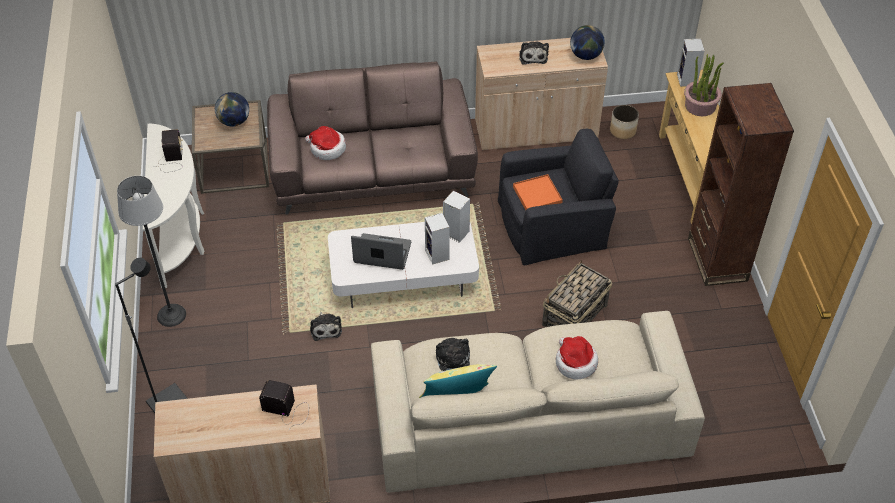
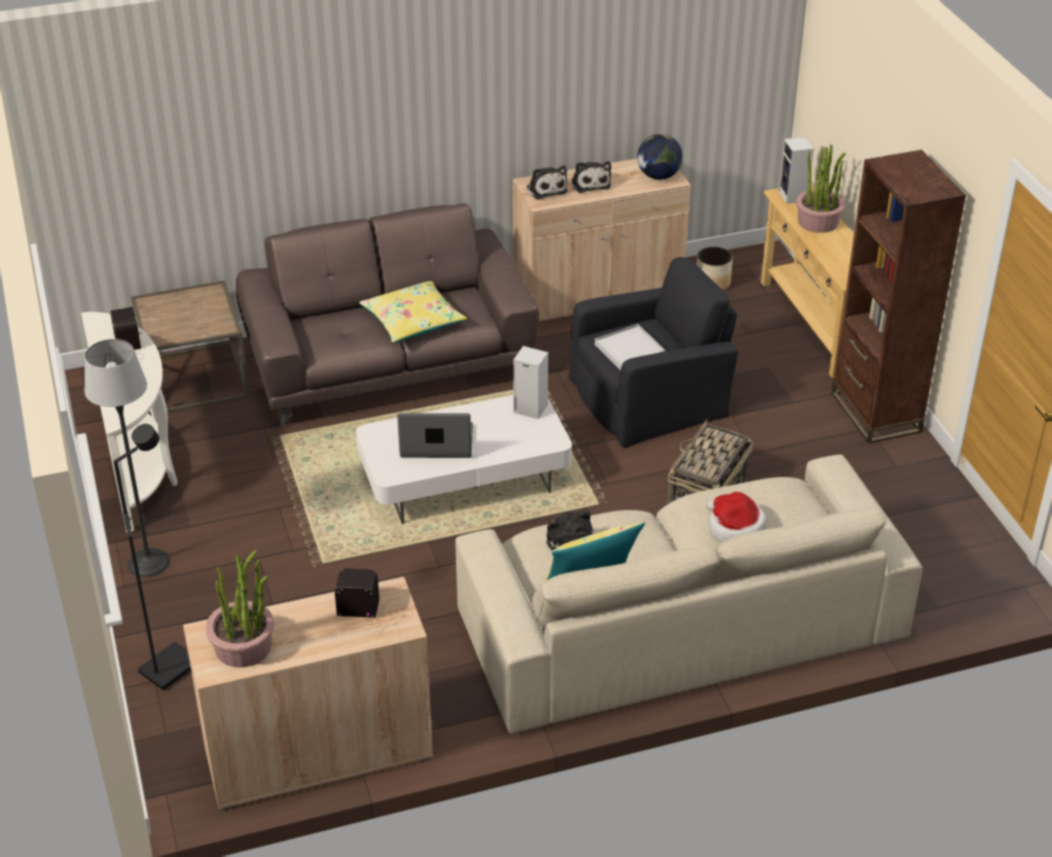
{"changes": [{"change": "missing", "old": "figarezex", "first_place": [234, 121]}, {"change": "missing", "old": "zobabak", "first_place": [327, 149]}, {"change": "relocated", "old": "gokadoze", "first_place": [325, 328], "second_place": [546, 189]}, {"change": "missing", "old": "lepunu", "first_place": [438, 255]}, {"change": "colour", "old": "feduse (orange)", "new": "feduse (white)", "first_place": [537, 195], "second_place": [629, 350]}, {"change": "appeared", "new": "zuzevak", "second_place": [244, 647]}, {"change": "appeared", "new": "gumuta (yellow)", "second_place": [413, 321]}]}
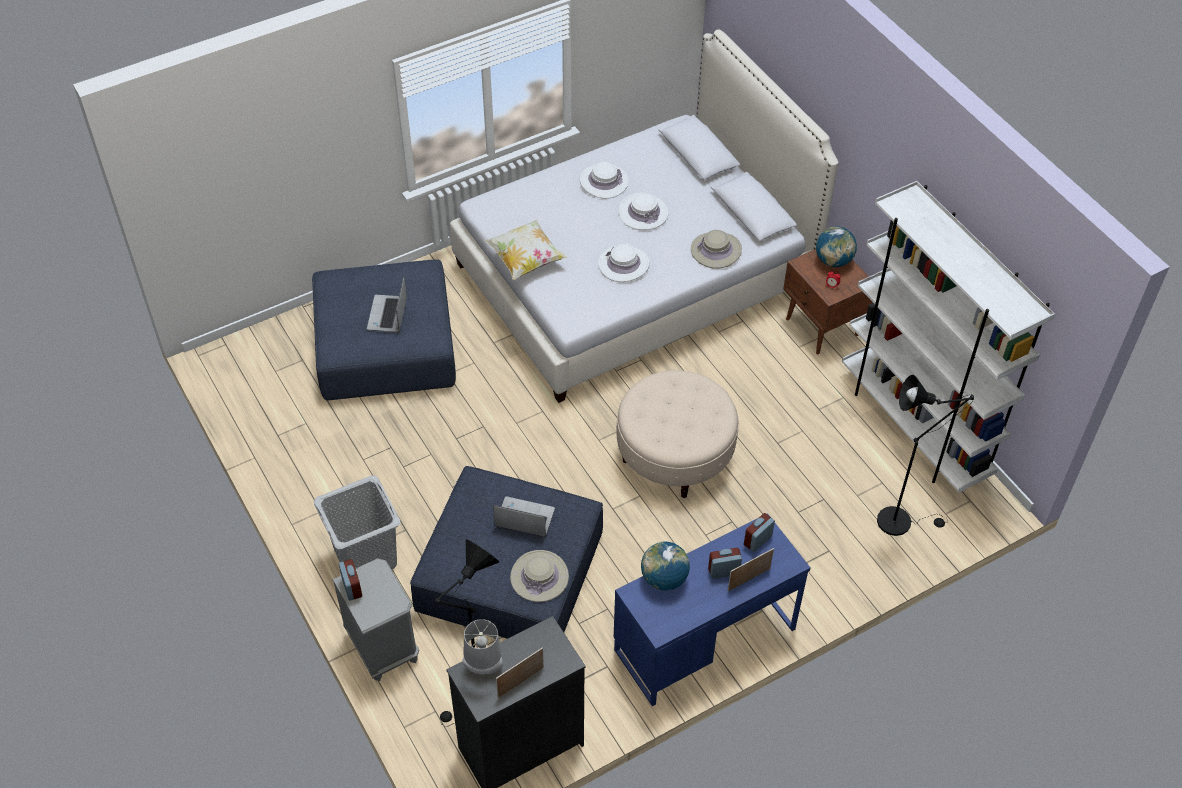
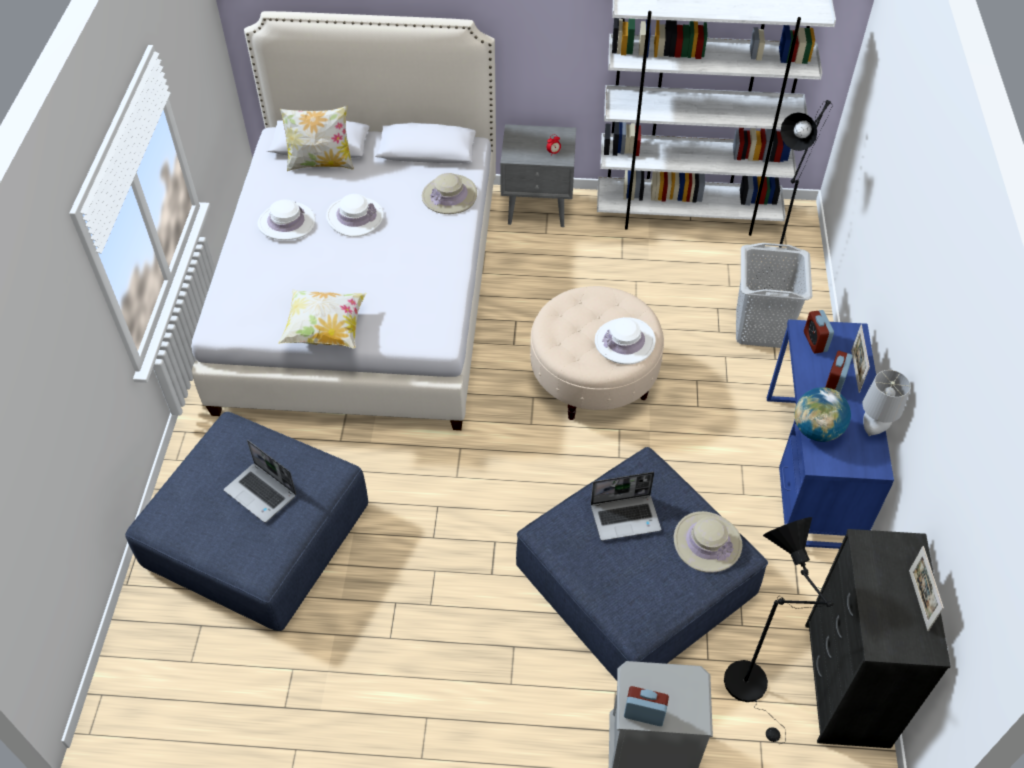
{"changes": [{"change": "relocated", "old": "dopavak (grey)", "first_place": [365, 557], "second_place": [760, 329]}, {"change": "relocated", "old": "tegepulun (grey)", "first_place": [484, 668], "second_place": [873, 427]}, {"change": "spun", "old": "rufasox", "first_place": [524, 518], "second_place": [626, 517], "degrees": -150}, {"change": "relocated", "old": "zobabak (white)", "first_place": [623, 264], "second_place": [624, 341]}, {"change": "colour", "old": "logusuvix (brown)", "new": "logusuvix (grey)", "first_place": [822, 327], "second_place": [538, 208]}, {"change": "missing", "old": "figarezex", "first_place": [833, 261]}, {"change": "appeared", "new": "gumuta", "second_place": [321, 163]}]}
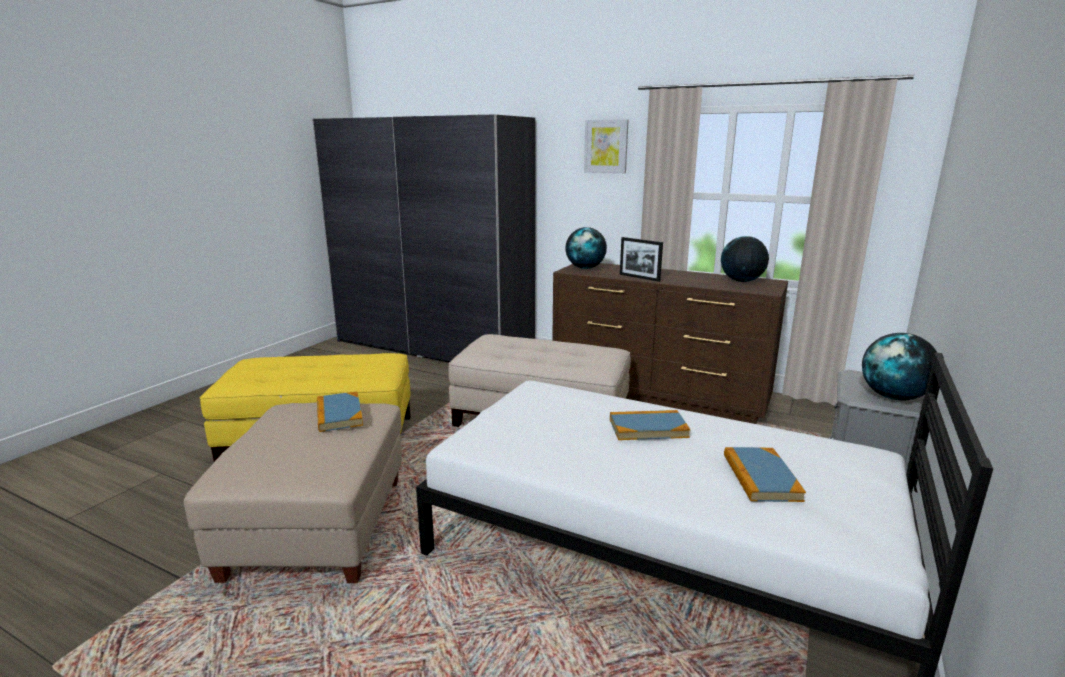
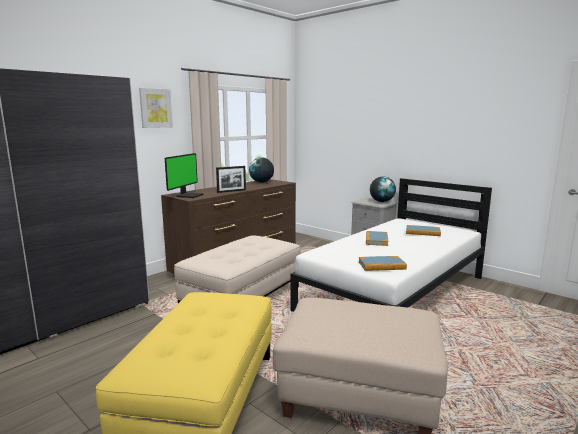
{"changes": [{"change": "relocated", "old": "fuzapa", "first_place": [339, 414], "second_place": [381, 265]}, {"change": "exchanged", "old": "figarezex", "new": "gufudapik", "first_place": [585, 268], "second_place": [189, 195]}]}
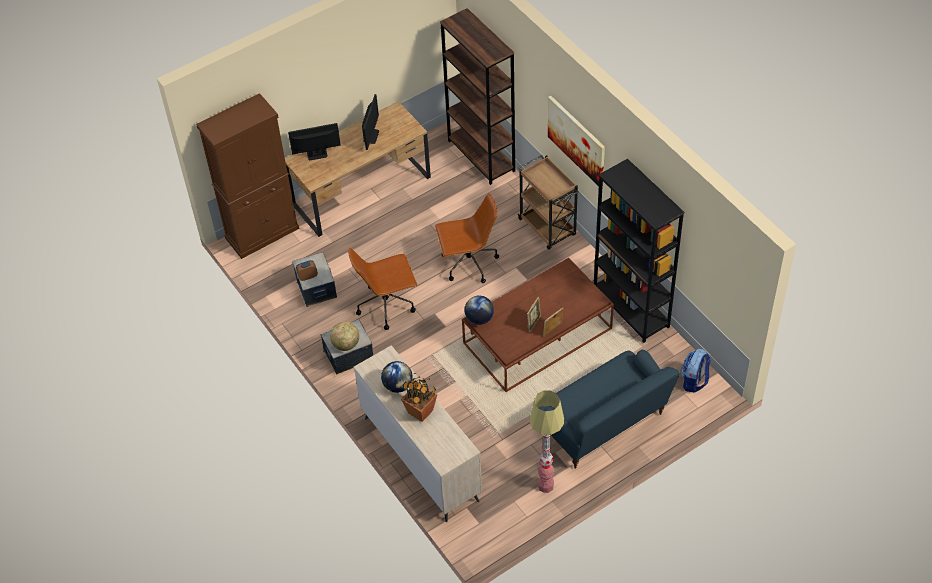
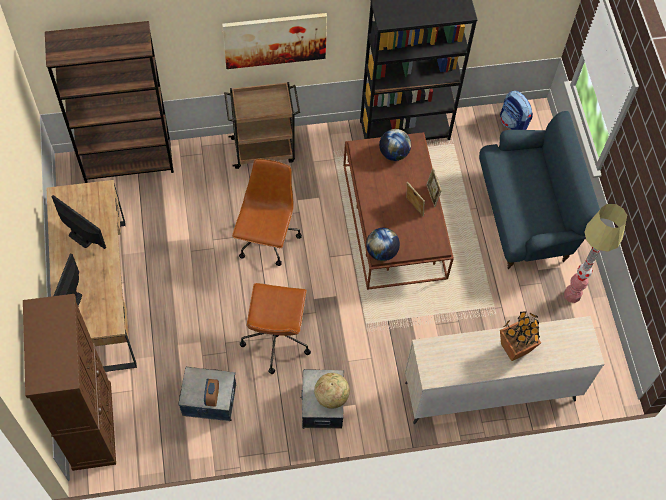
{"changes": [{"change": "relocated", "old": "figarezex", "first_place": [398, 385], "second_place": [393, 153]}]}
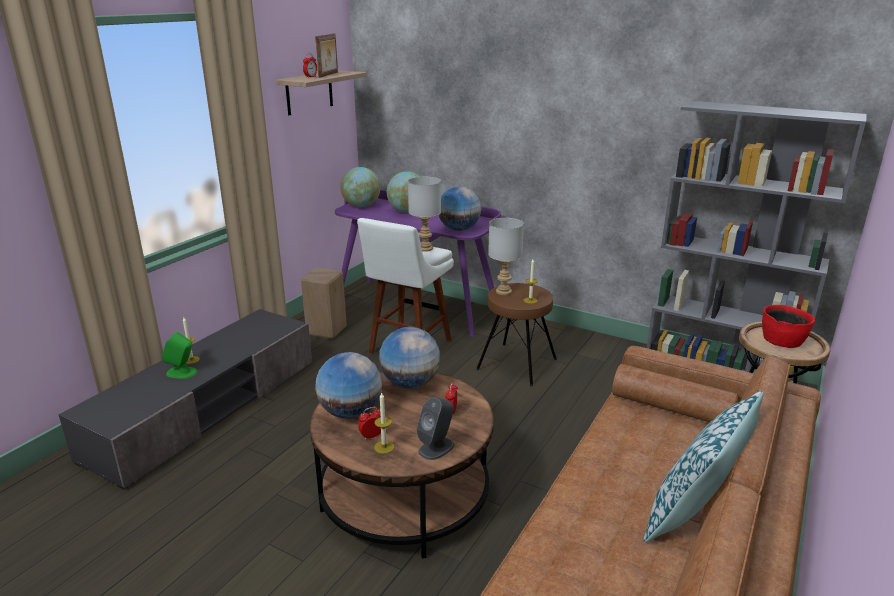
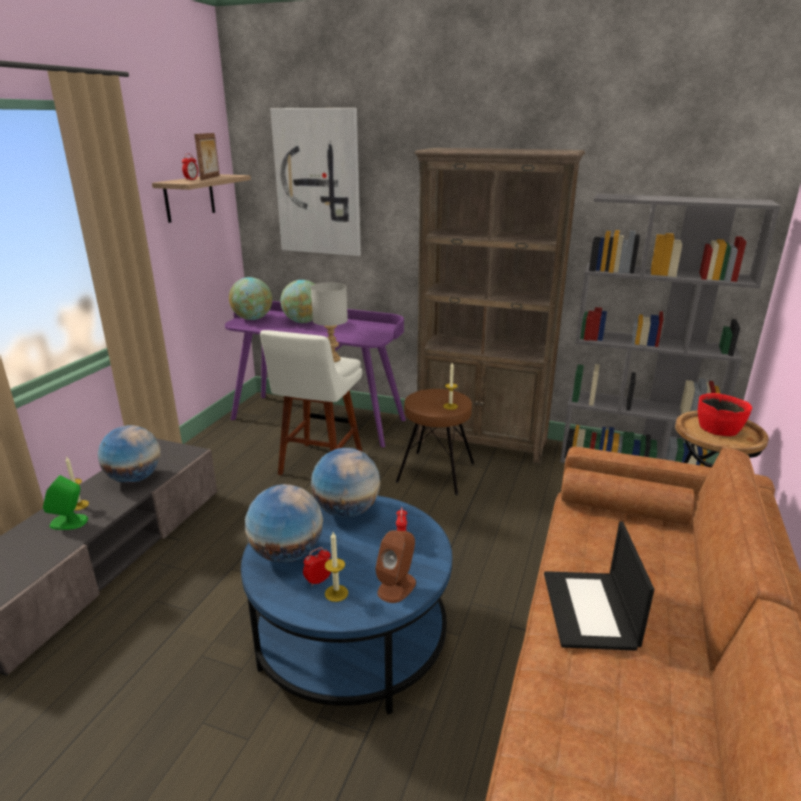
{"changes": [{"change": "missing", "old": "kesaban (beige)", "first_place": [326, 330]}, {"change": "colour", "old": "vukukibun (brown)", "new": "vukukibun (blue)", "first_place": [405, 495], "second_place": [351, 637]}, {"change": "colour", "old": "lepunu (grey)", "new": "lepunu (brown)", "first_place": [436, 448], "second_place": [397, 586]}, {"change": "relocated", "old": "figarezex", "first_place": [458, 229], "second_place": [134, 478]}, {"change": "missing", "old": "tegepulun (grey)", "first_place": [504, 291]}, {"change": "missing", "old": "gumuta", "first_place": [694, 514]}, {"change": "appeared", "new": "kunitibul", "second_place": [318, 183]}, {"change": "appeared", "new": "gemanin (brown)", "second_place": [482, 442]}, {"change": "appeared", "new": "rufasox", "second_place": [590, 610]}]}
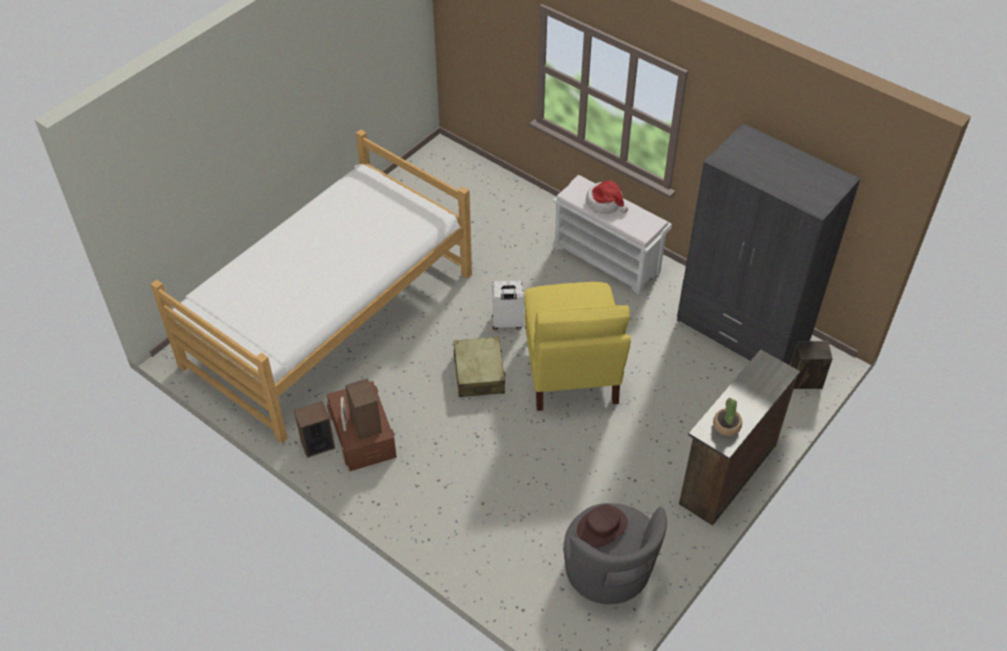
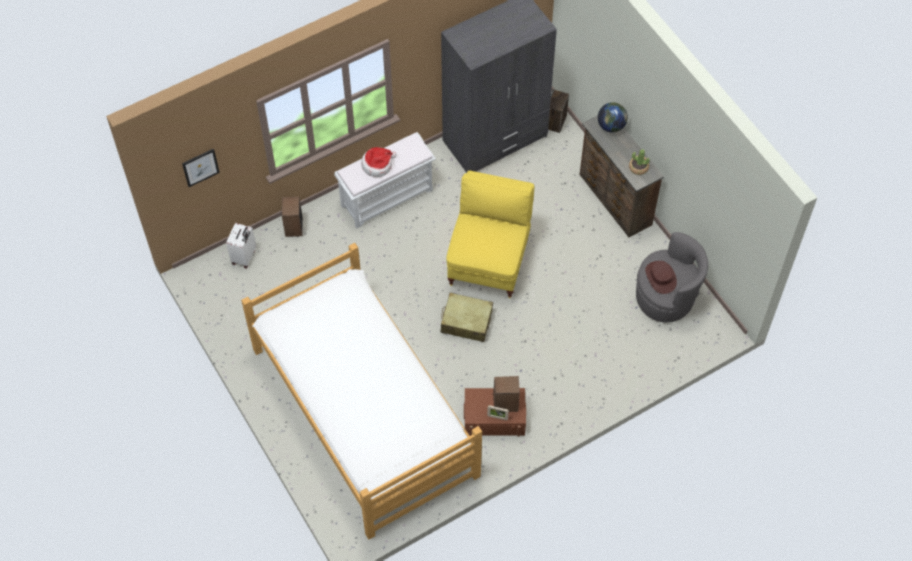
{"changes": [{"change": "relocated", "old": "lepunu", "first_place": [317, 444], "second_place": [293, 227]}, {"change": "relocated", "old": "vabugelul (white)", "first_place": [507, 323], "second_place": [244, 257]}, {"change": "spun", "old": "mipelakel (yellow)", "first_place": [571, 371], "second_place": [489, 260], "degrees": -90}, {"change": "appeared", "new": "kunitibul", "second_place": [200, 167]}, {"change": "appeared", "new": "figarezex", "second_place": [611, 126]}]}
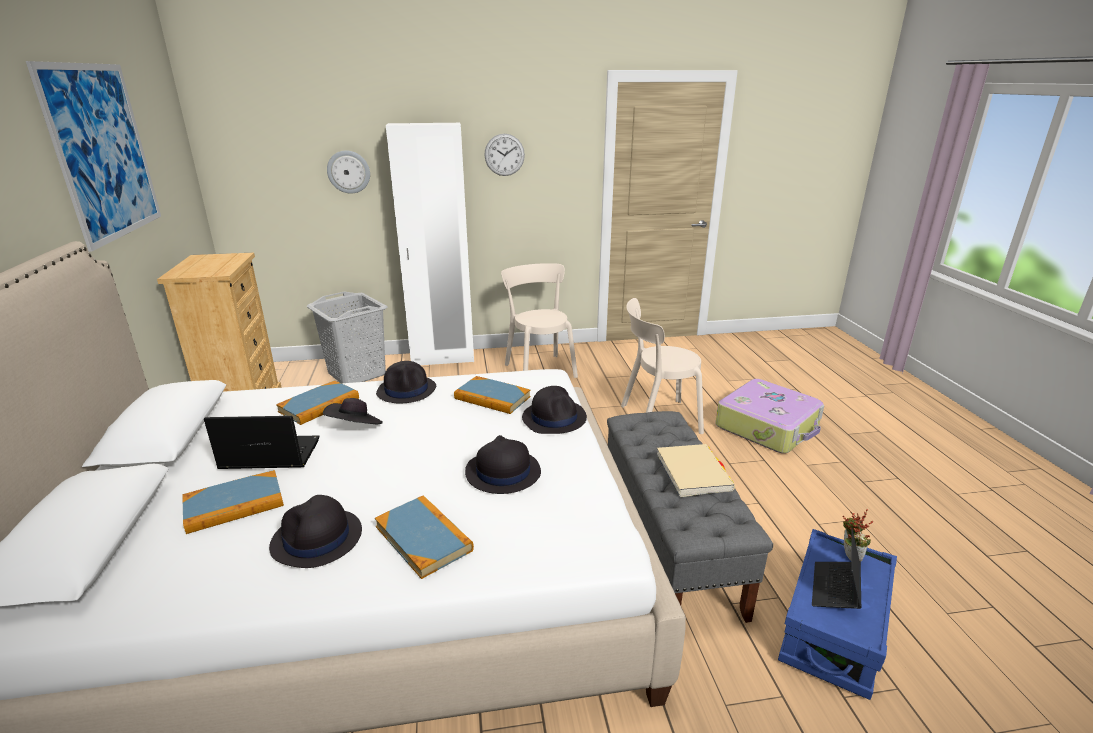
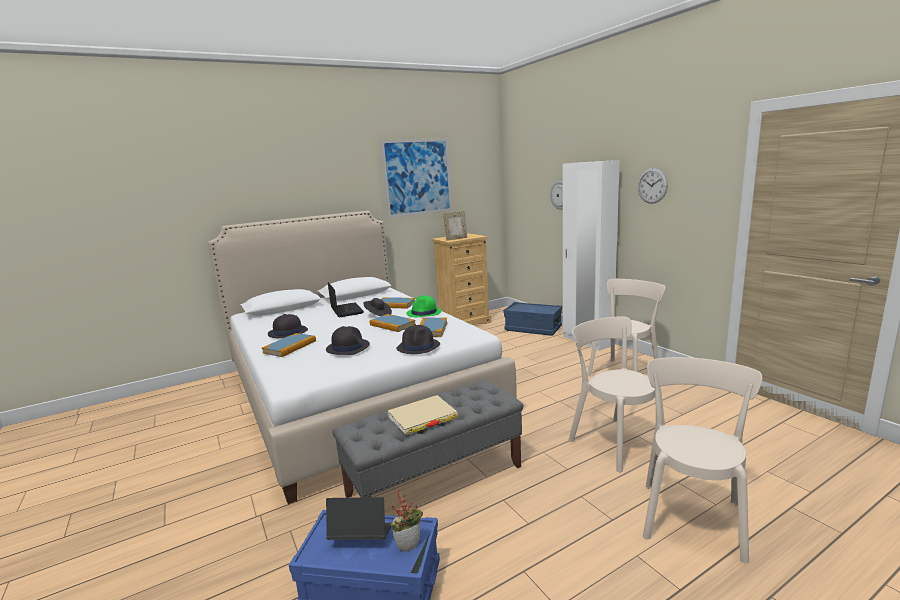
{"changes": [{"change": "relocated", "old": "fuzapa", "first_place": [234, 505], "second_place": [392, 325]}, {"change": "exchanged", "old": "dopavak (grey)", "new": "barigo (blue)", "first_place": [357, 373], "second_place": [533, 329]}, {"change": "colour", "old": "zobabak (black)", "new": "zobabak (green)", "first_place": [407, 390], "second_place": [424, 313]}, {"change": "exchanged", "old": "vabugelul", "new": "mipelakel (beige)", "first_place": [768, 427], "second_place": [691, 516]}, {"change": "appeared", "new": "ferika", "second_place": [456, 239]}]}
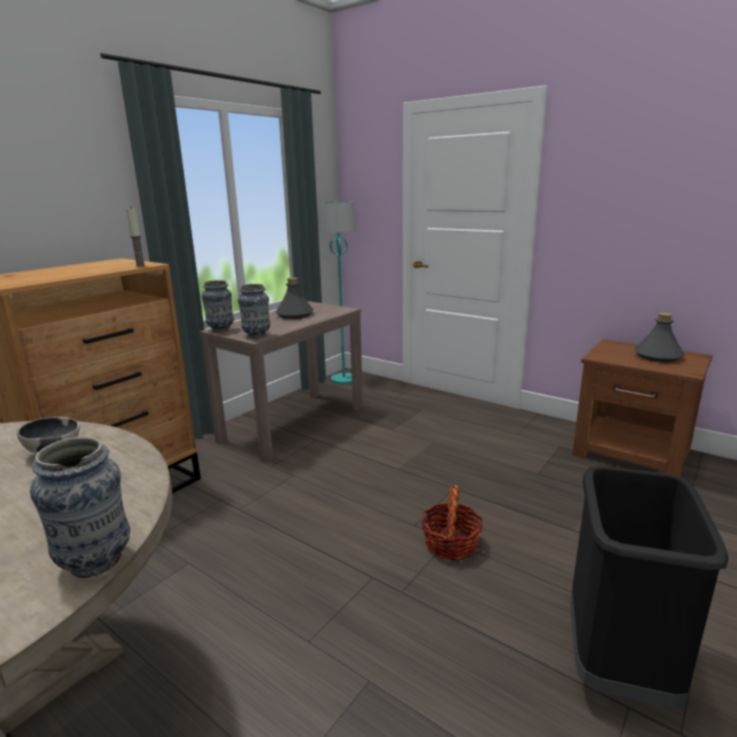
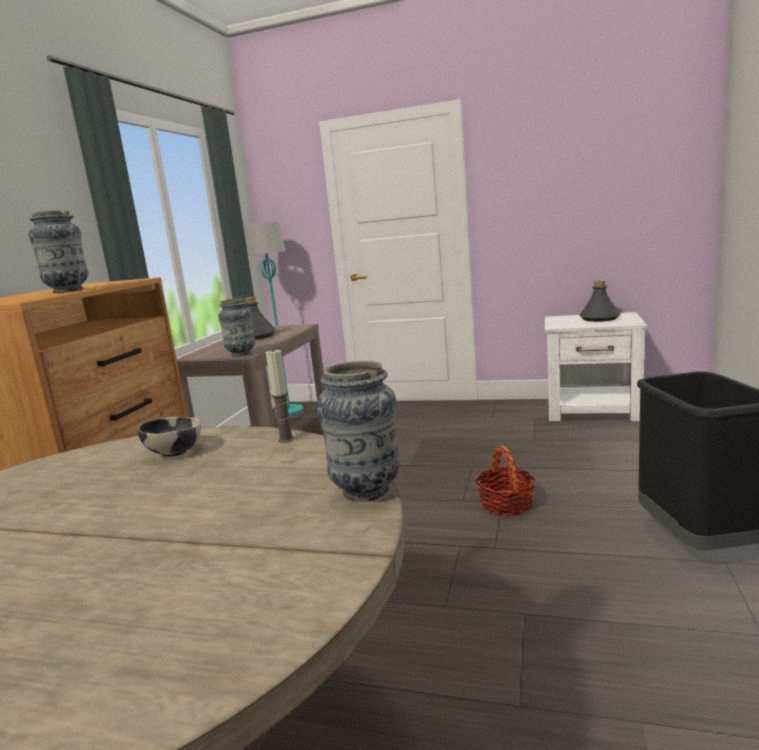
{"changes": [{"change": "relocated", "old": "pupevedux", "first_place": [140, 266], "second_place": [286, 439]}, {"change": "relocated", "old": "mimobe", "first_place": [221, 330], "second_place": [68, 291]}, {"change": "colour", "old": "logusuvix (brown)", "new": "logusuvix (white)", "first_place": [632, 453], "second_place": [593, 410]}]}
